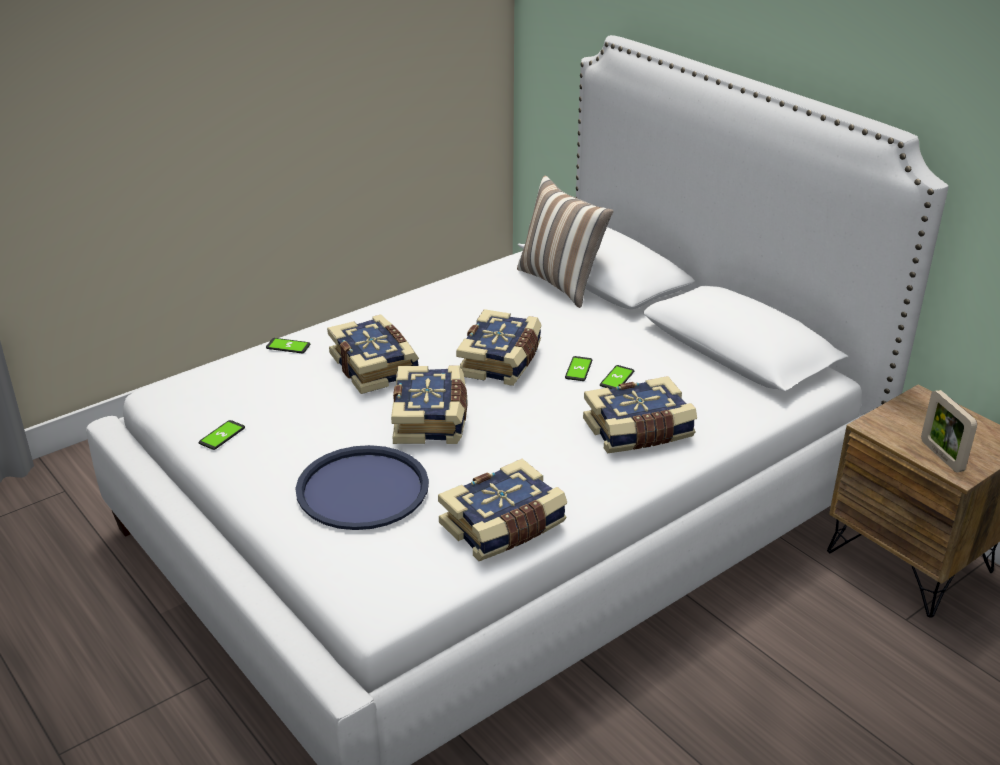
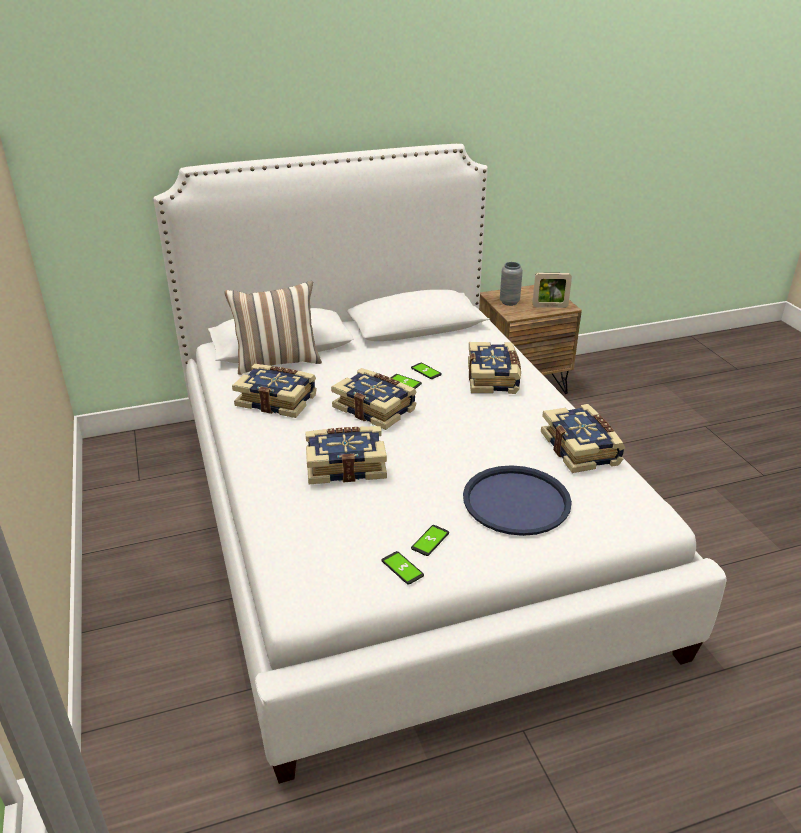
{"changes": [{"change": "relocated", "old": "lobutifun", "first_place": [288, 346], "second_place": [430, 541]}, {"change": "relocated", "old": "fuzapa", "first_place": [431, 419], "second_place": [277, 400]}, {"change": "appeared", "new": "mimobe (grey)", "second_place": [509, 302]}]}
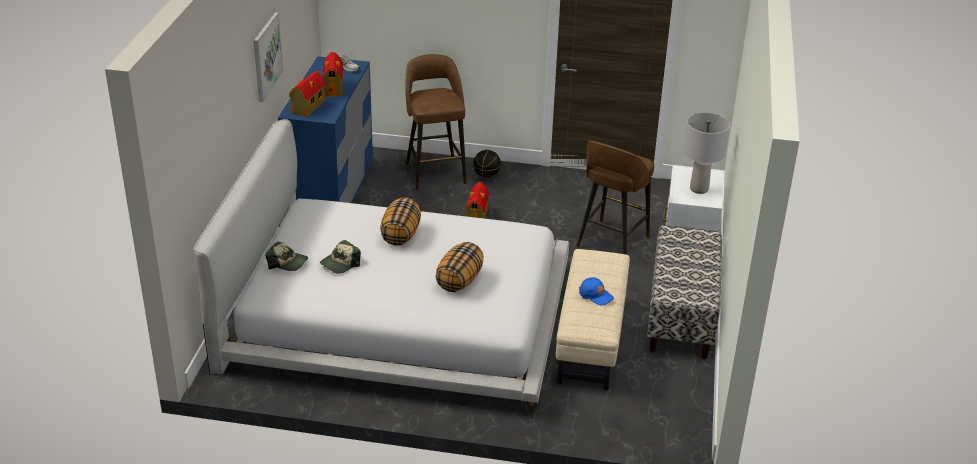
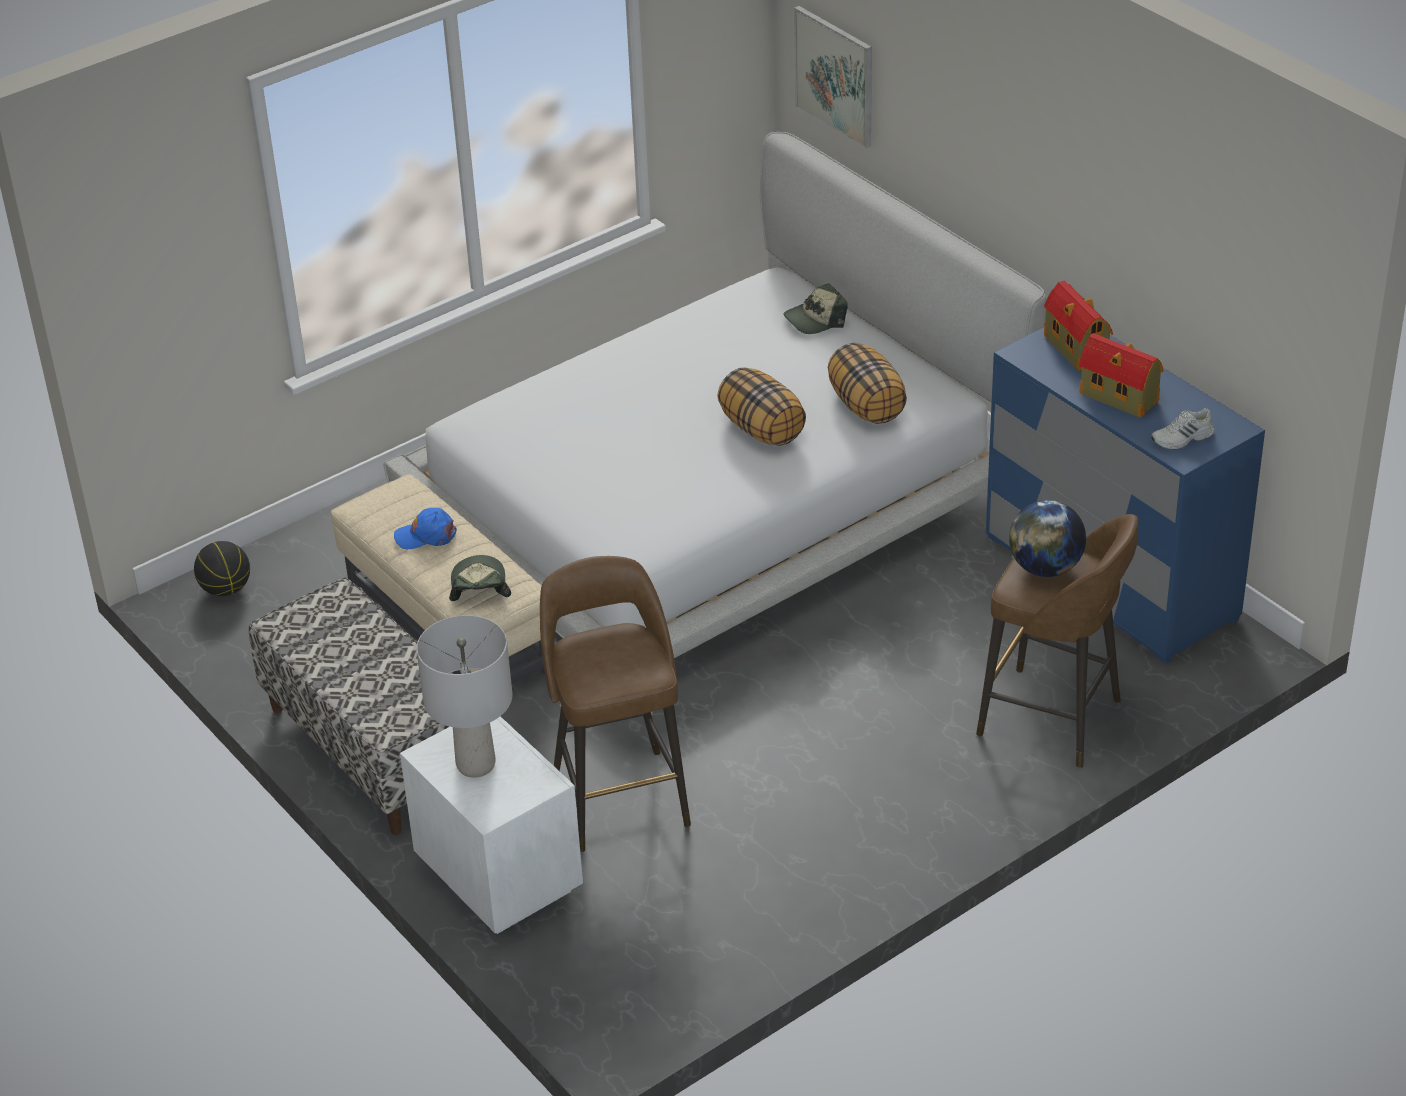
{"changes": [{"change": "relocated", "old": "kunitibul", "first_place": [267, 56], "second_place": [835, 75]}, {"change": "relocated", "old": "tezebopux", "first_place": [340, 263], "second_place": [478, 586]}, {"change": "relocated", "old": "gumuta", "first_place": [459, 280], "second_place": [867, 406]}, {"change": "missing", "old": "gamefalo", "first_place": [477, 216]}, {"change": "relocated", "old": "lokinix", "first_place": [486, 175], "second_place": [226, 589]}, {"change": "appeared", "new": "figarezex", "second_place": [1045, 568]}]}
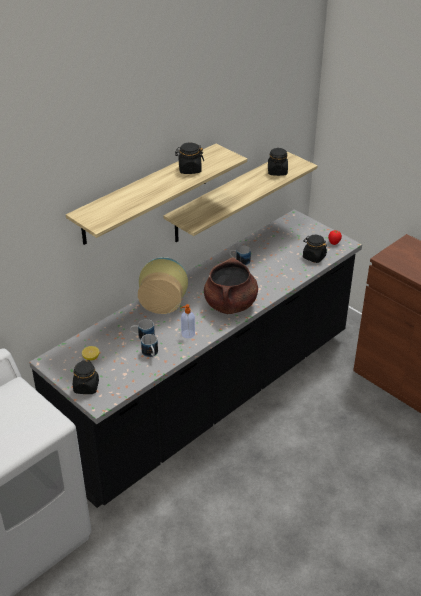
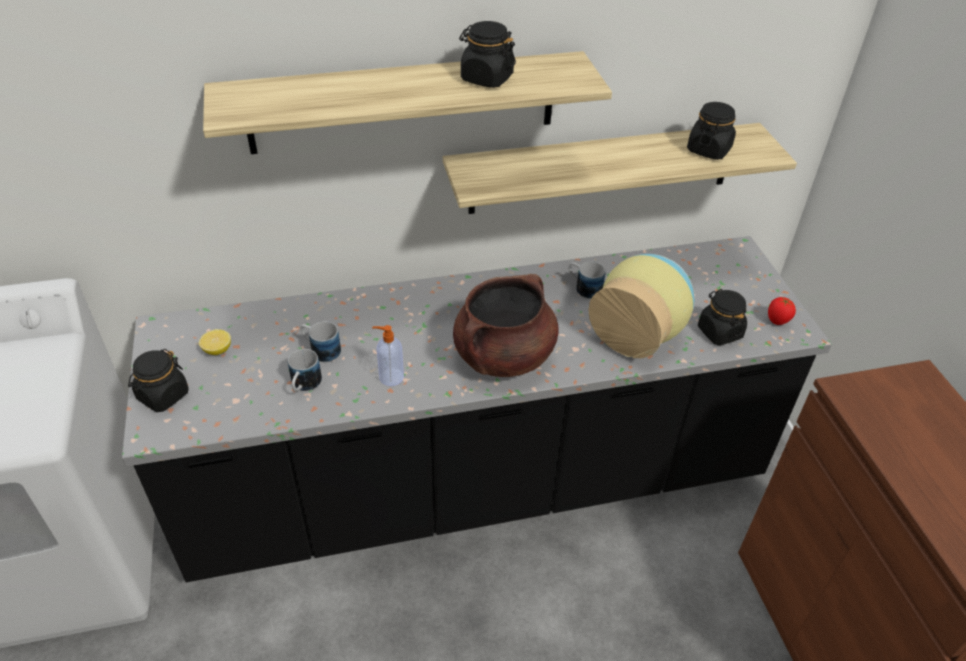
{"changes": [{"change": "relocated", "old": "mimobe", "first_place": [164, 301], "second_place": [639, 333]}]}
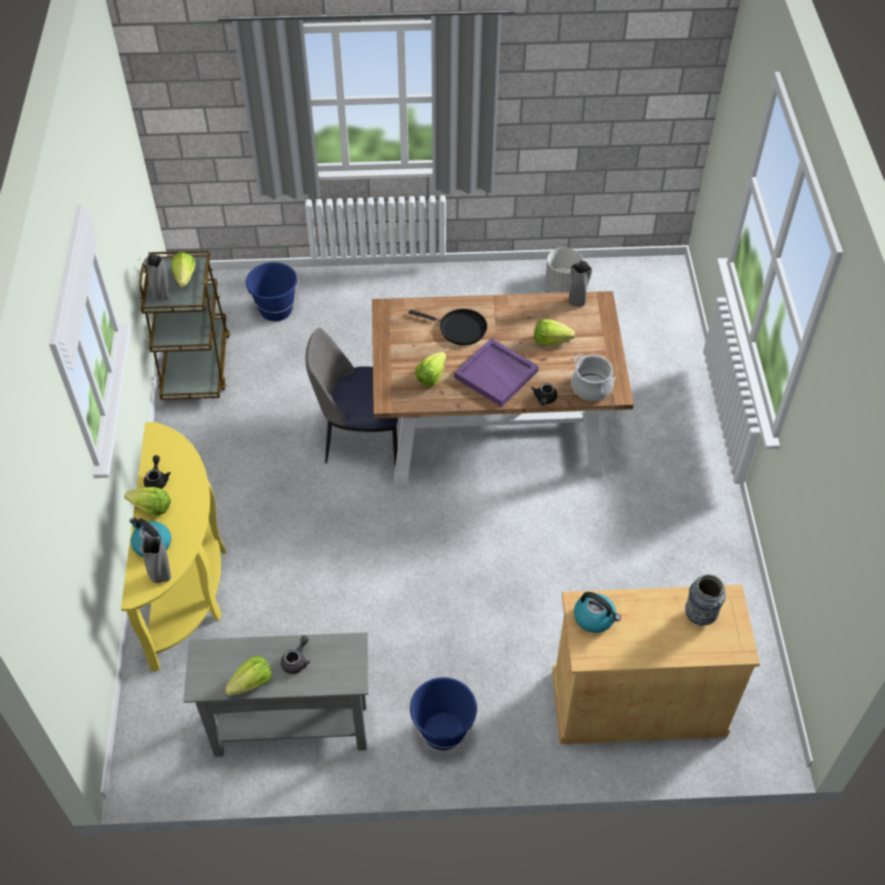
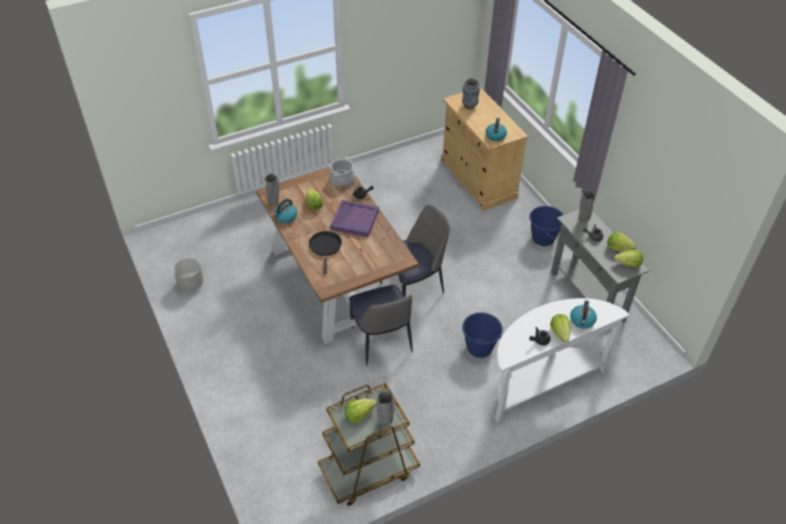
{"changes": [{"change": "colour", "old": "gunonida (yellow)", "new": "gunonida (white)", "first_place": [188, 584], "second_place": [542, 382]}, {"change": "relocated", "old": "mimobe (grey)", "first_place": [161, 576], "second_place": [583, 219]}, {"change": "relocated", "old": "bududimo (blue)", "first_place": [276, 310], "second_place": [479, 348]}, {"change": "relocated", "old": "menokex", "first_place": [431, 376], "second_place": [628, 264]}, {"change": "appeared", "new": "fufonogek", "second_place": [285, 217]}, {"change": "appeared", "new": "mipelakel", "second_place": [413, 287]}]}
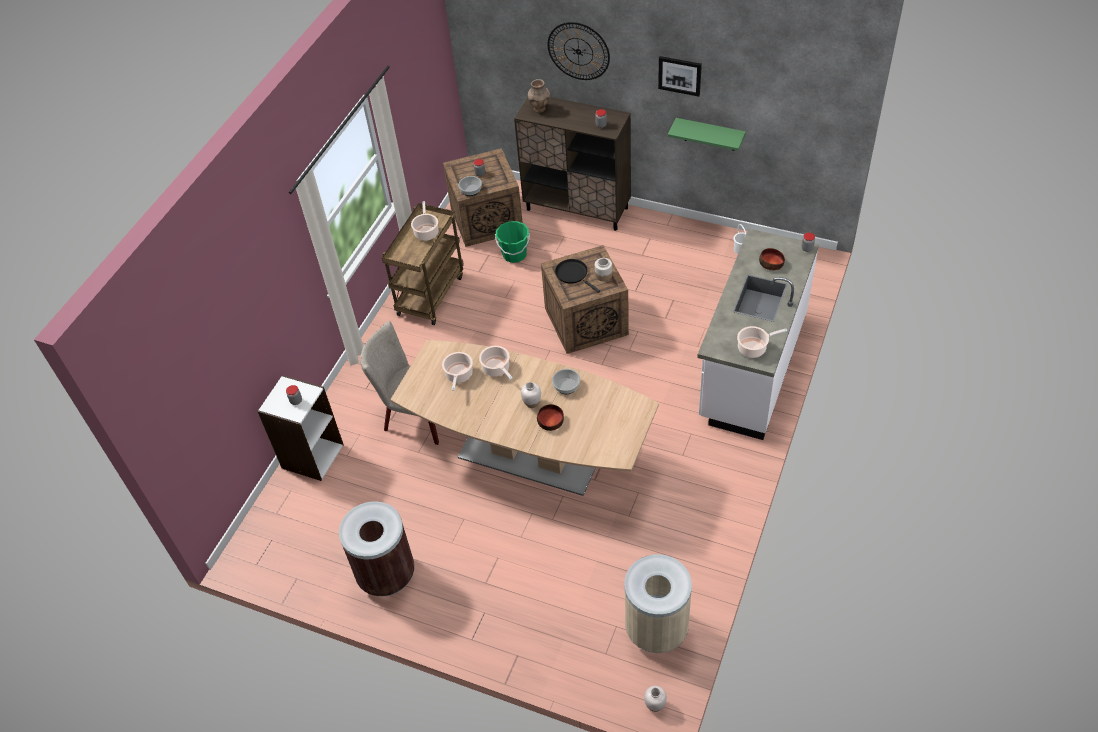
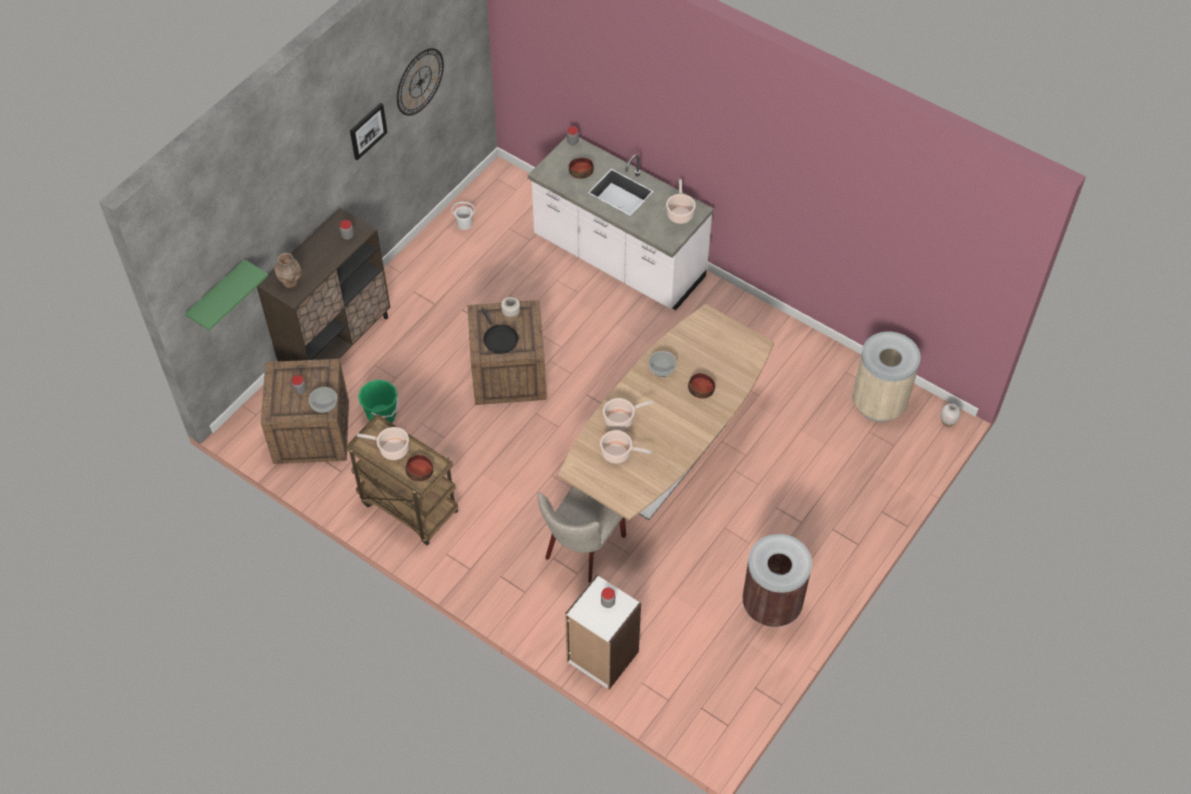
{"changes": [{"change": "missing", "old": "mimobe (white)", "first_place": [532, 403]}, {"change": "relocated", "old": "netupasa", "first_place": [578, 51], "second_place": [420, 81]}, {"change": "spun", "old": "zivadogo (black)", "first_place": [573, 274], "second_place": [499, 339], "degrees": -90}, {"change": "relocated", "old": "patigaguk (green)", "first_place": [710, 134], "second_place": [217, 295]}, {"change": "appeared", "new": "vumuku", "second_place": [420, 471]}]}
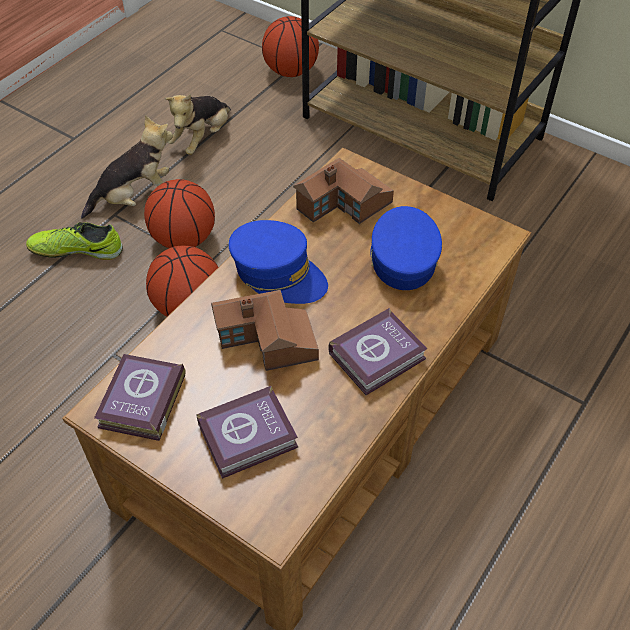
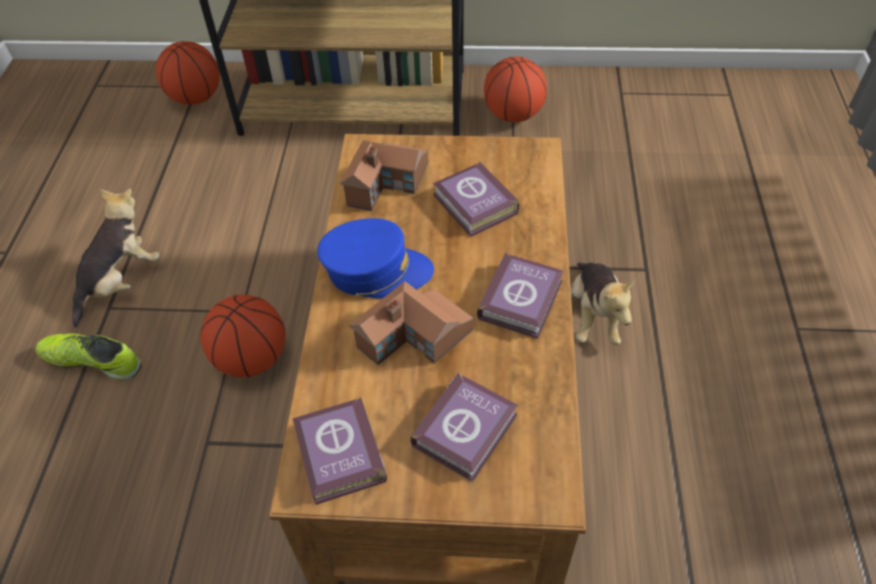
{"changes": [{"change": "spun", "old": "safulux", "first_place": [77, 250], "second_place": [92, 361], "degrees": 45}, {"change": "relocated", "old": "lokinix", "first_place": [183, 239], "second_place": [513, 115]}, {"change": "relocated", "old": "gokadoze", "first_place": [202, 139], "second_place": [593, 315]}, {"change": "exchanged", "old": "tezebopux (blue)", "new": "fuzapa", "first_place": [402, 258], "second_place": [475, 206]}]}
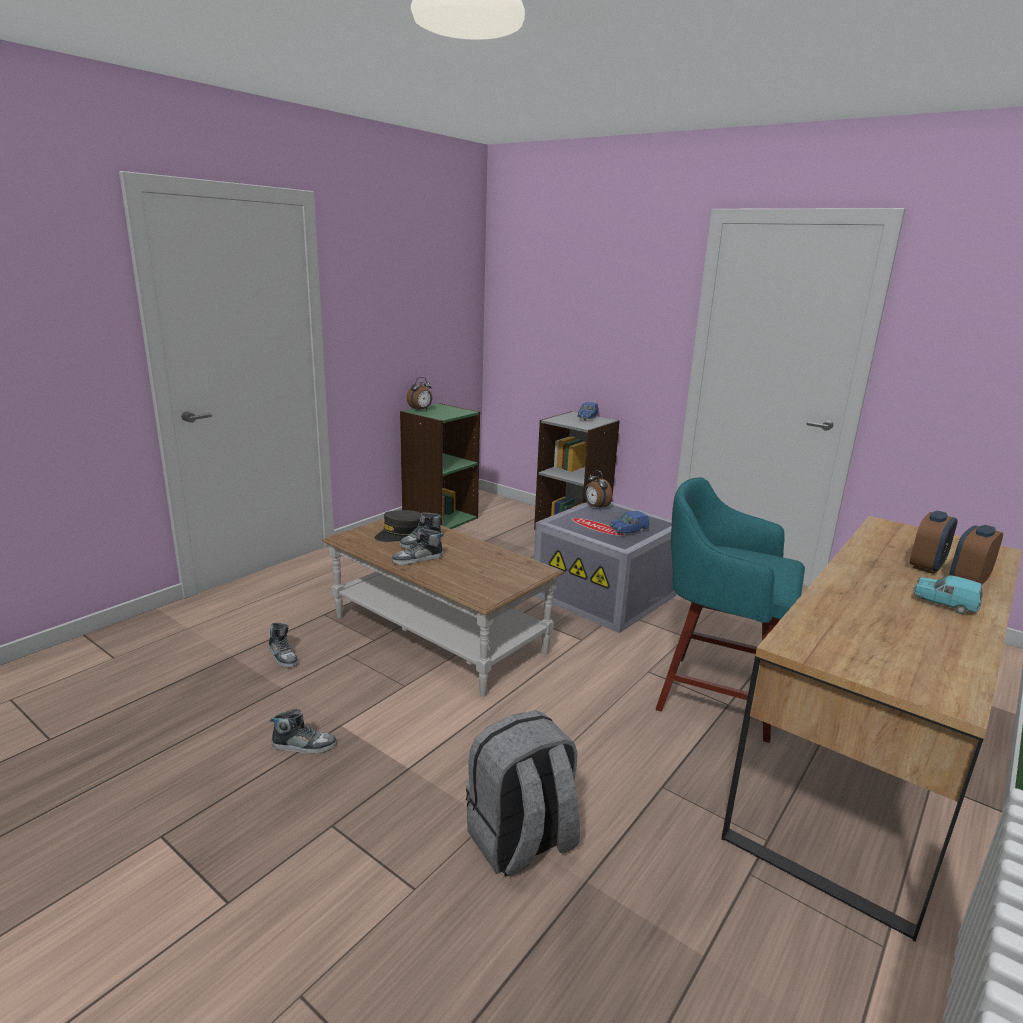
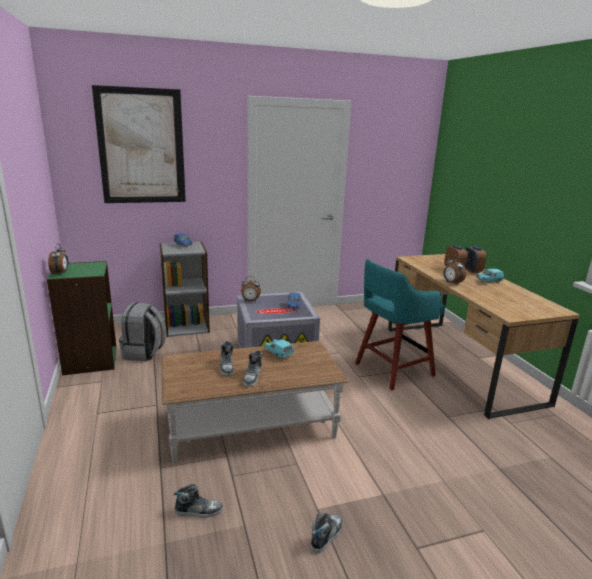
{"changes": [{"change": "missing", "old": "tezebopux (grey)", "first_place": [399, 534]}, {"change": "relocated", "old": "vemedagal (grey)", "first_place": [521, 842], "second_place": [144, 353]}, {"change": "appeared", "new": "kunitibul", "second_place": [141, 147]}, {"change": "appeared", "new": "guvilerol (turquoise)", "second_place": [278, 353]}, {"change": "appeared", "new": "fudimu", "second_place": [451, 283]}]}
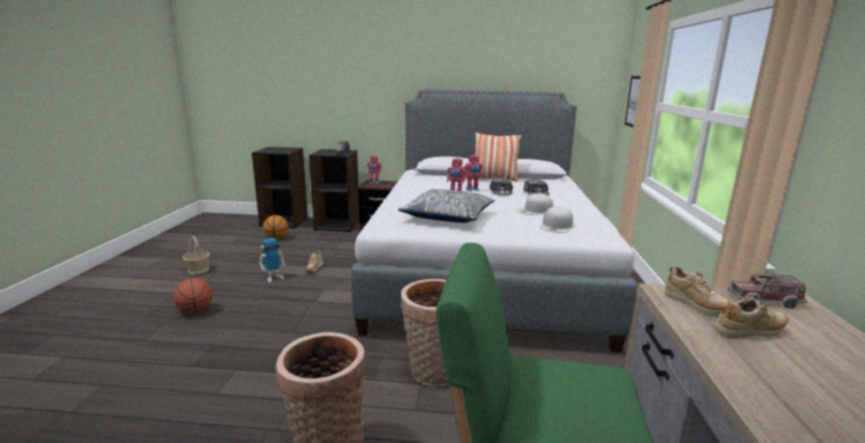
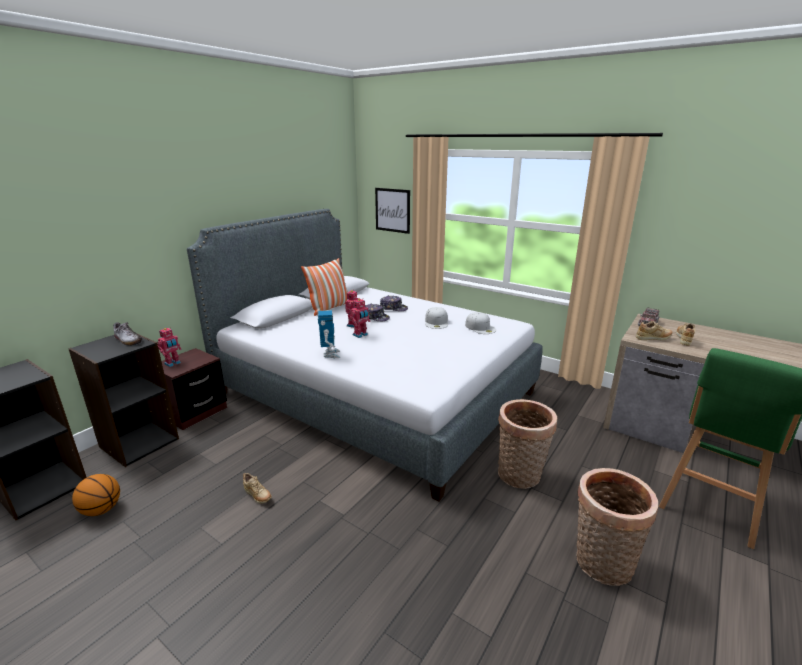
{"changes": [{"change": "missing", "old": "lokinix", "first_place": [195, 311]}, {"change": "missing", "old": "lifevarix", "first_place": [198, 270]}, {"change": "relocated", "old": "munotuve", "first_place": [274, 278], "second_place": [330, 354]}, {"change": "missing", "old": "gumuta", "first_place": [448, 216]}]}
